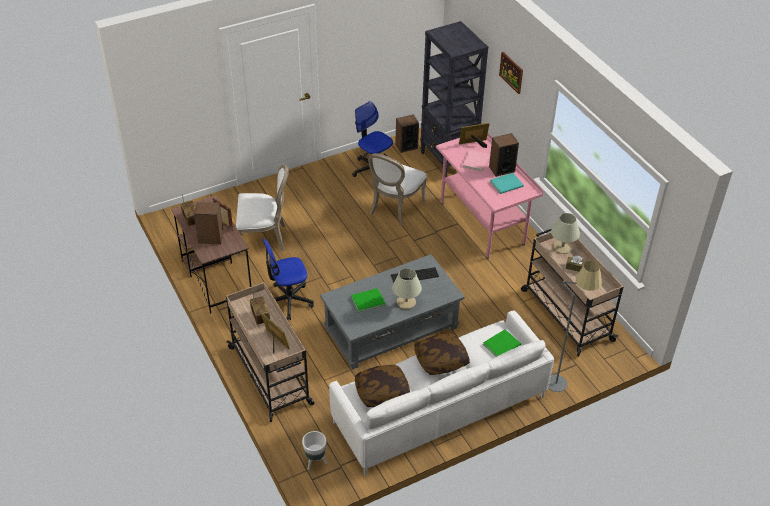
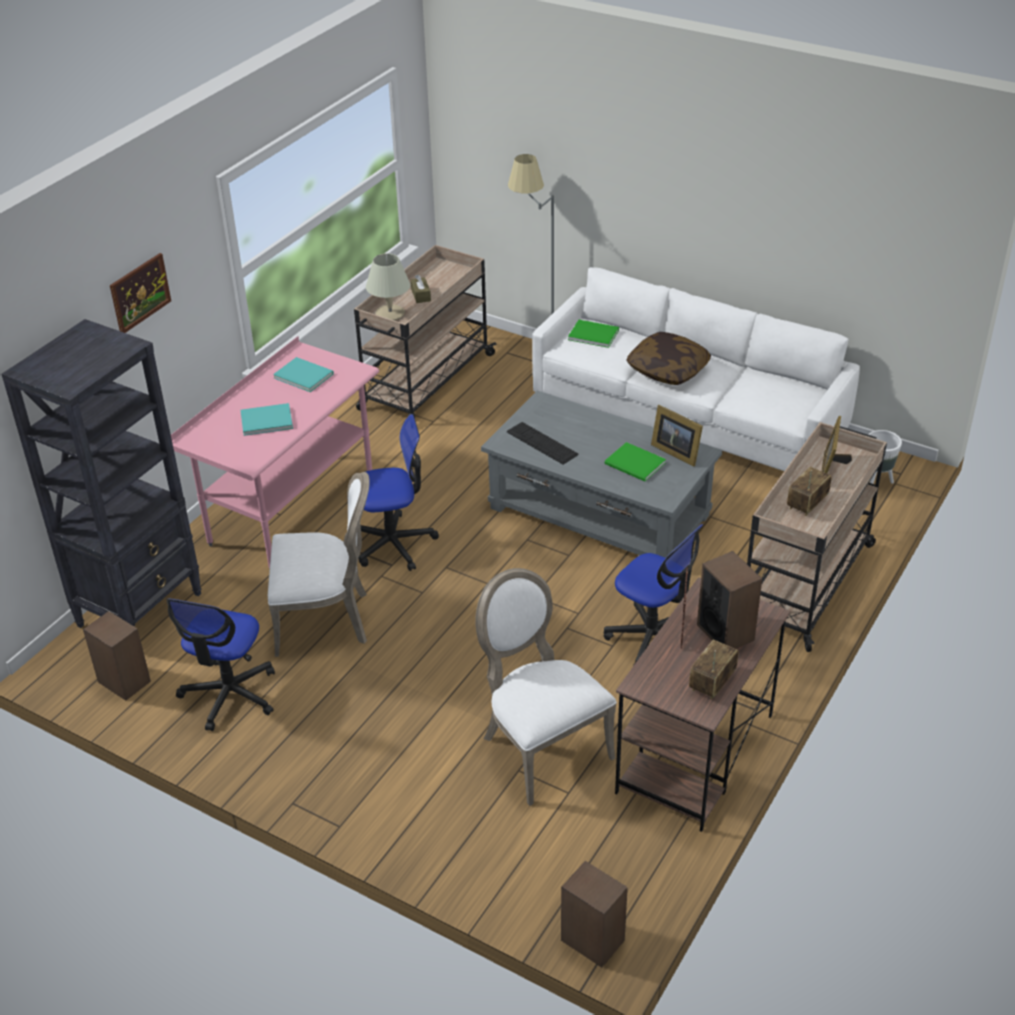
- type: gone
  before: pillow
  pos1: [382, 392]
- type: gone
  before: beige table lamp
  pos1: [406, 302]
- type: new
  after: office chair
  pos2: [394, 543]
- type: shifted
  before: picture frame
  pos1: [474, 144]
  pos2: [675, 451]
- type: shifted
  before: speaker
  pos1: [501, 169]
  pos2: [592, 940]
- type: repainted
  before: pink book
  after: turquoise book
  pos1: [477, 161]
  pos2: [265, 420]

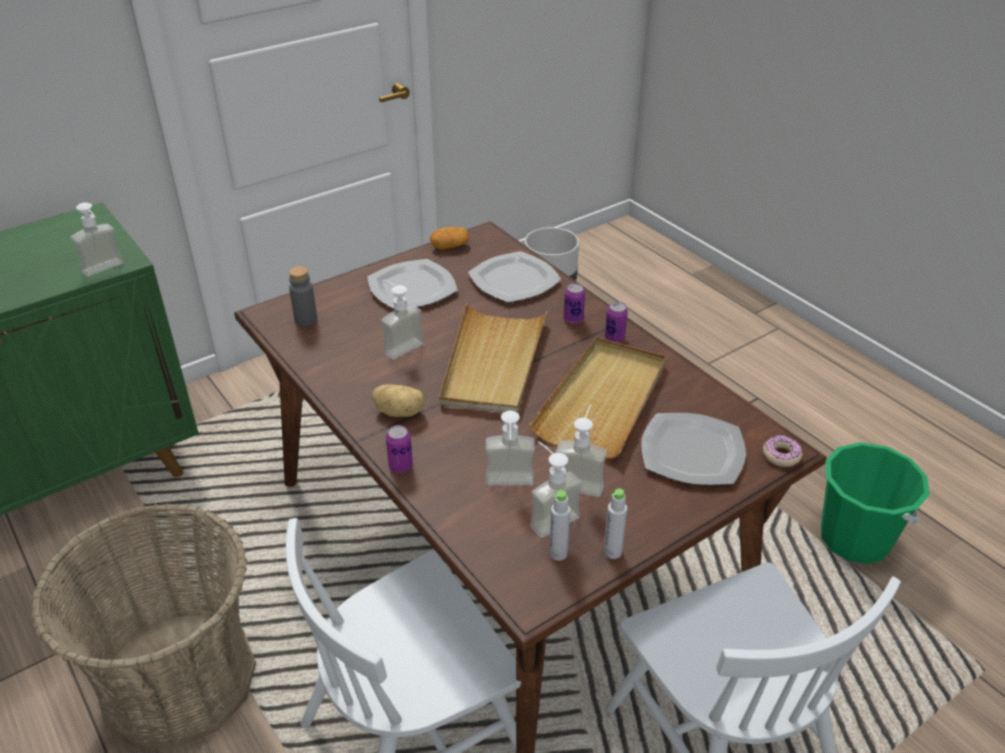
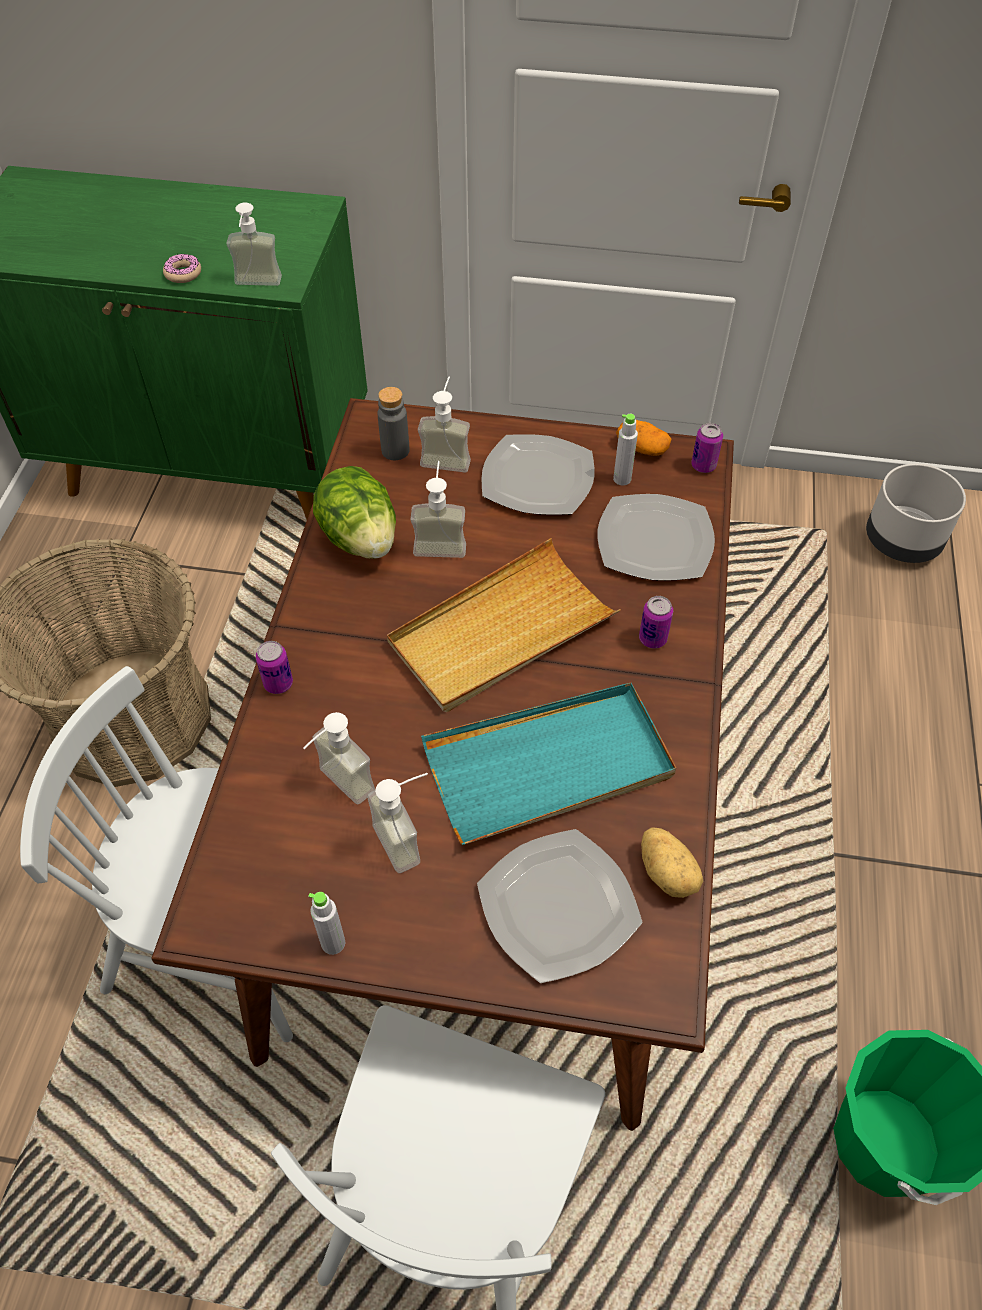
- type: new
  after: lettuce
  pos2: [360, 539]
- type: shifted
  before: potato
  pos1: [400, 412]
  pos2: [668, 873]
- type: shifted
  before: soap dispenser
  pos1: [548, 516]
  pos2: [447, 456]
- type: shifted
  before: grey bottle
  pos1: [558, 553]
  pos2: [622, 479]
- type: shifted
  before: can
  pos1: [614, 338]
  pos2: [703, 466]
- type: shifted
  before: donut
  pos1: [781, 455]
  pos2: [183, 274]
- type: repainted
  before: beige tray
  after: turquoise tray
  pos1: [603, 401]
  pos2: [549, 766]

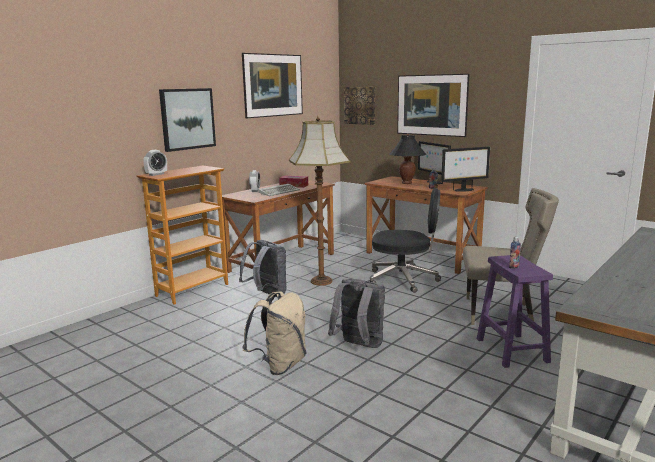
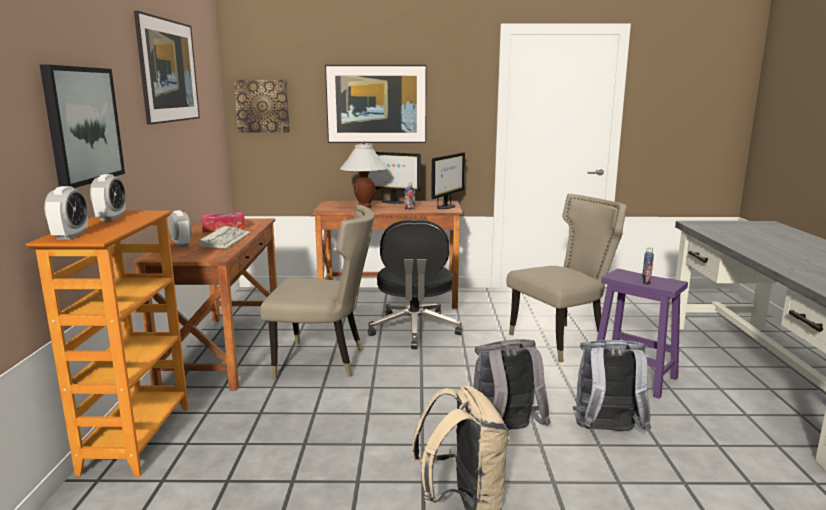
- type: new
  after: alarm clock
  pos2: [111, 218]
- type: shifted
  before: grey backpack
  pos1: [267, 294]
  pos2: [606, 432]
- type: swapped
  before: floor lamp
  after: beige chair
  pos1: [322, 281]
  pos2: [324, 361]
- type: repainted
  before: black table lamp
  after: white table lamp
  pos1: [407, 183]
  pos2: [365, 206]
- type: rotated
  before: black office chair
  pos1: [404, 279]
  pos2: [414, 330]
  turn: 120

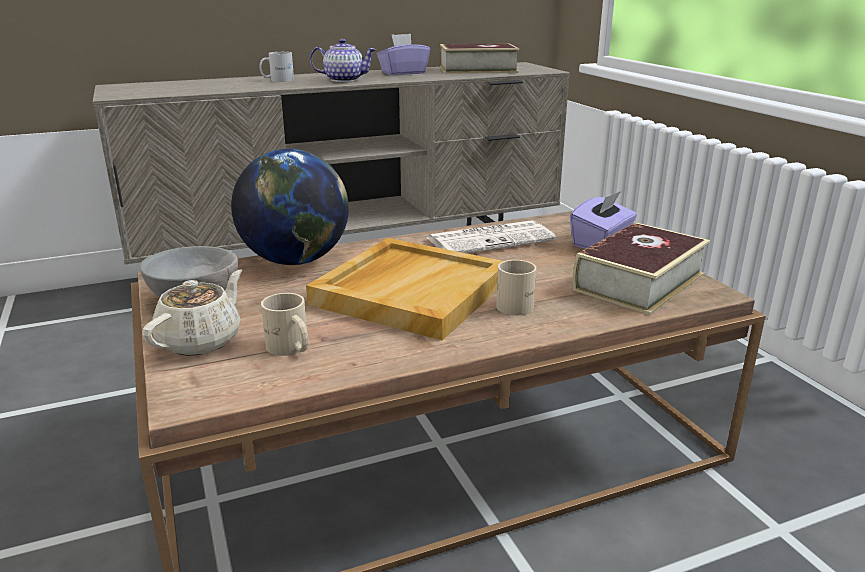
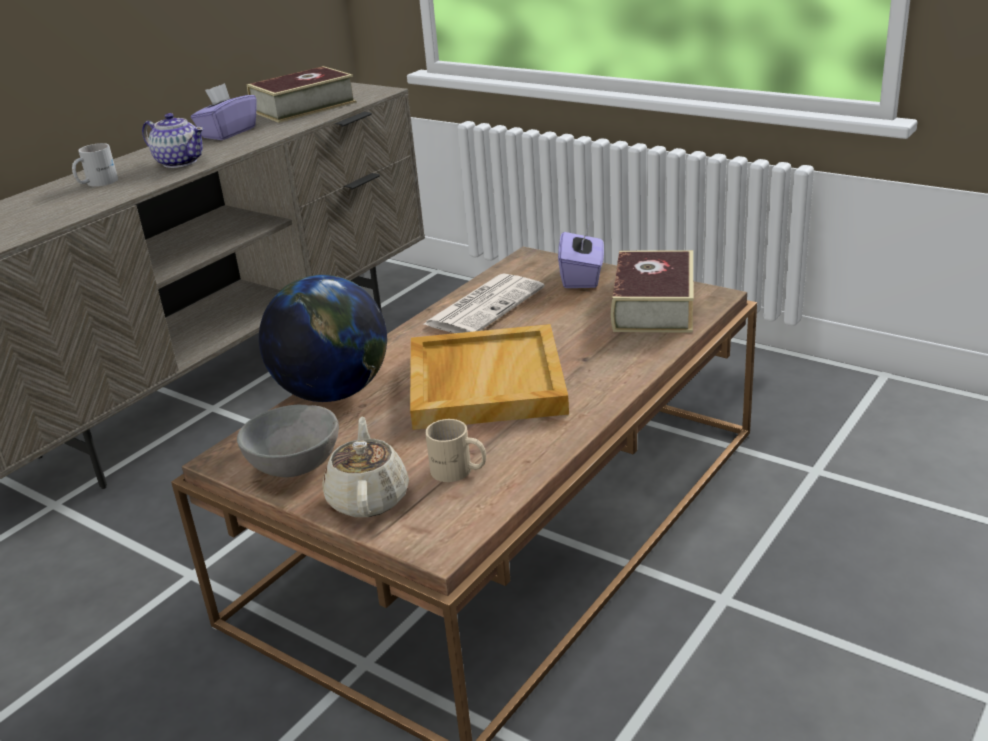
- type: gone
  before: beige mug
  pos1: [519, 304]
- type: rotated
  before: teapot
  pos1: [344, 80]
  pos2: [180, 162]
  turn: 60

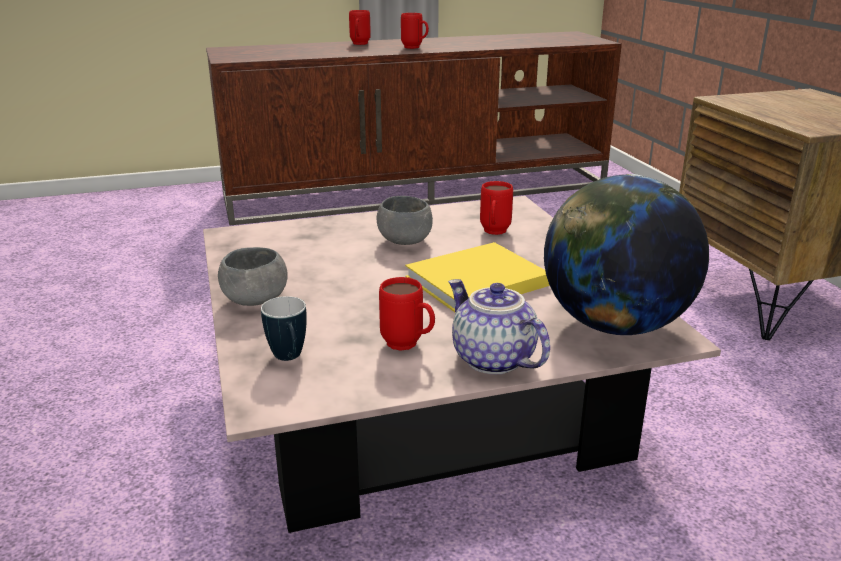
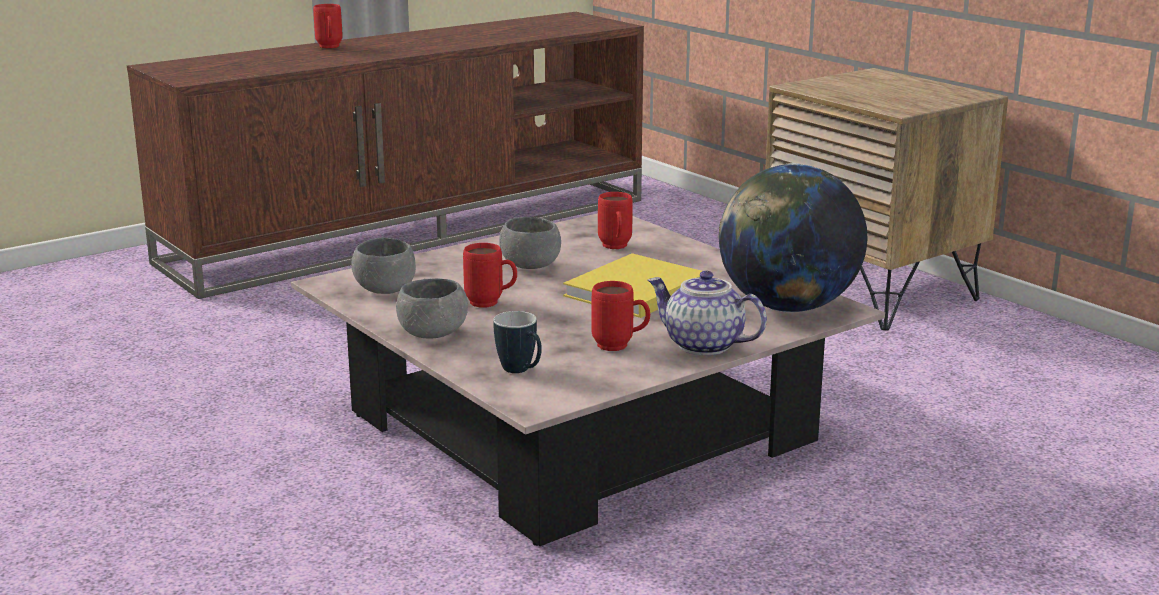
- type: new
  after: grey bowl
  pos2: [385, 290]
- type: shifted
  before: red mug
  pos1: [415, 48]
  pos2: [491, 304]

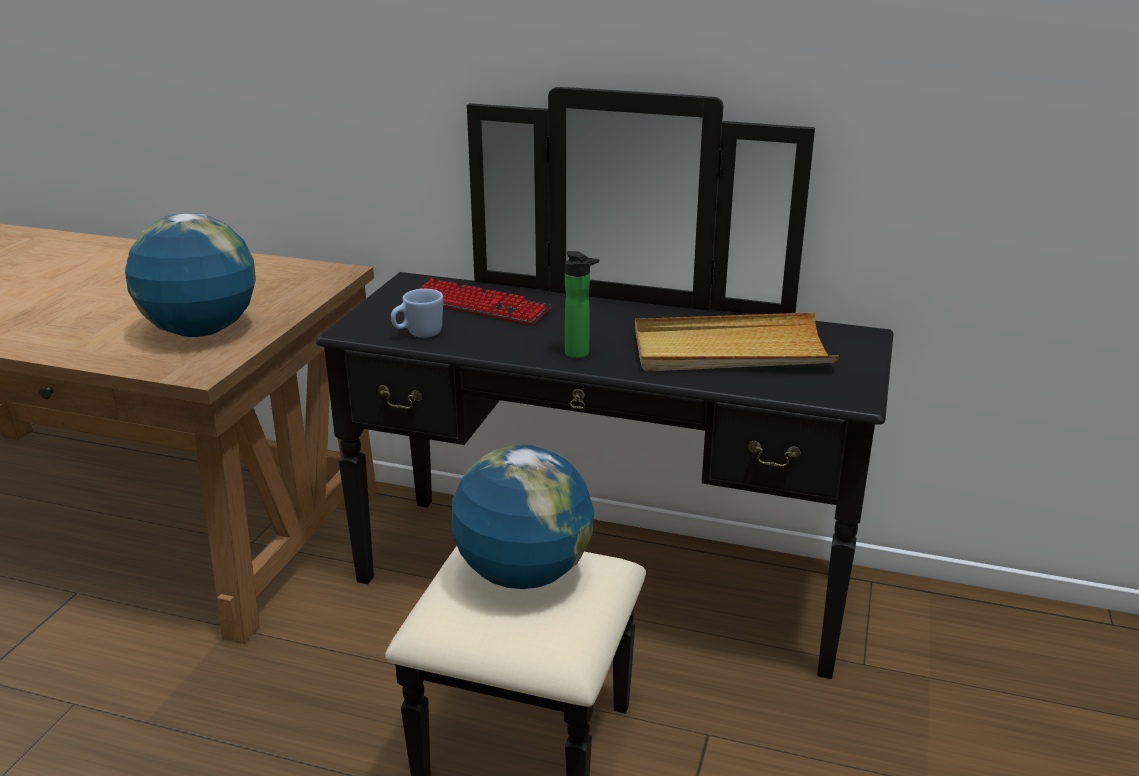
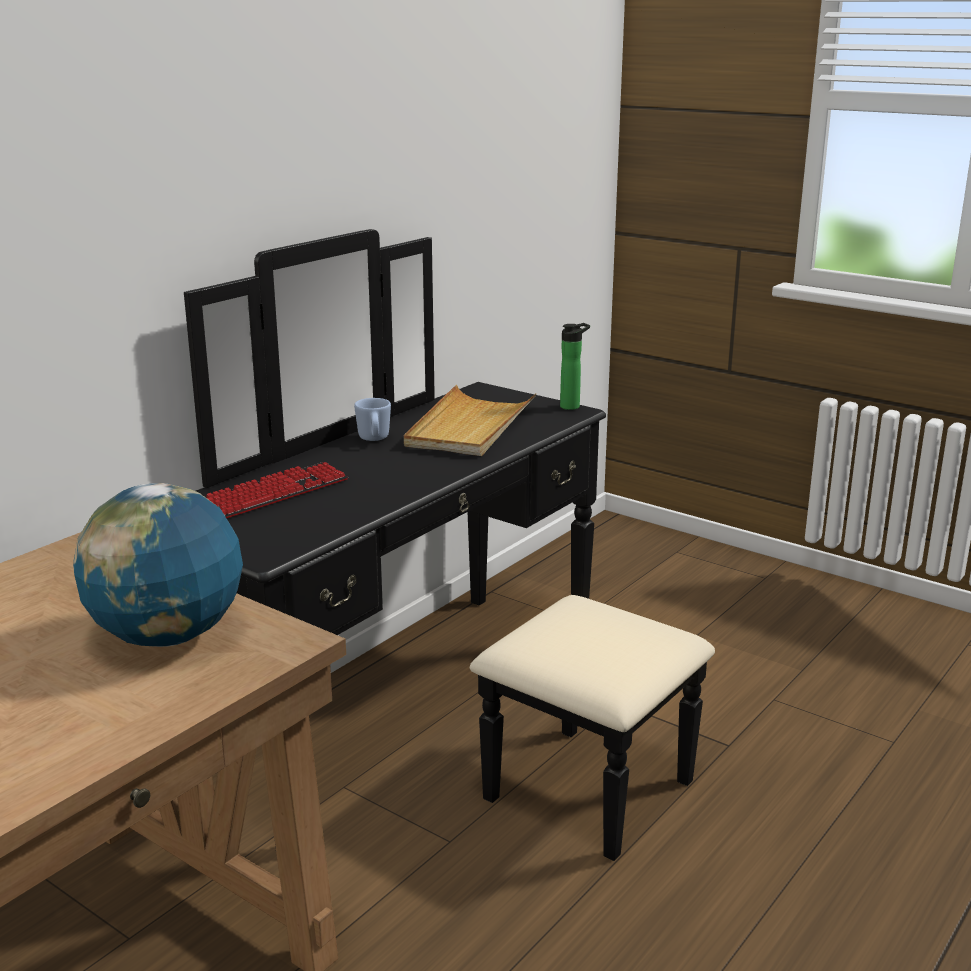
- type: gone
  before: globe
  pos1: [523, 574]
- type: shifted
  before: blue mug
  pos1: [418, 334]
  pos2: [374, 439]
- type: shifted
  before: bottle
  pos1: [580, 354]
  pos2: [572, 406]

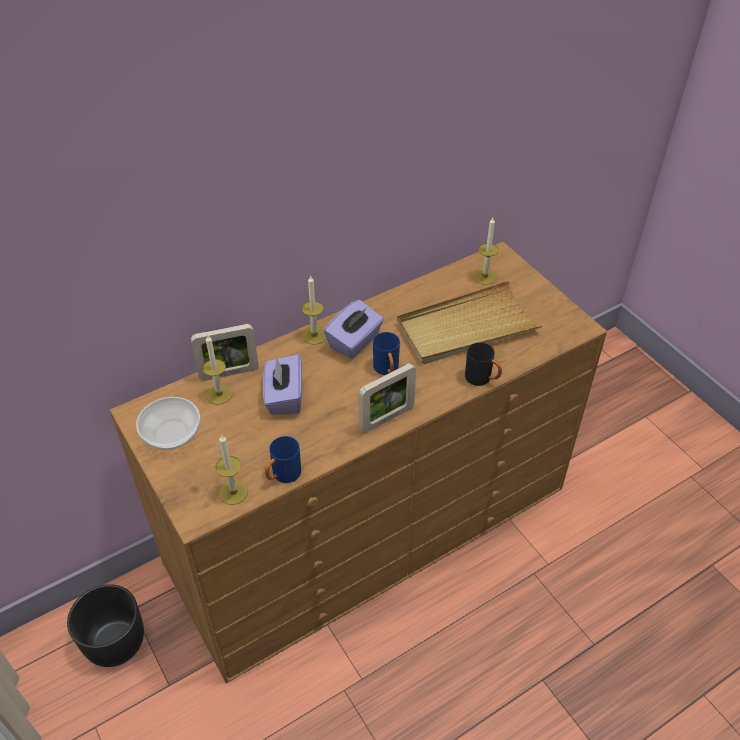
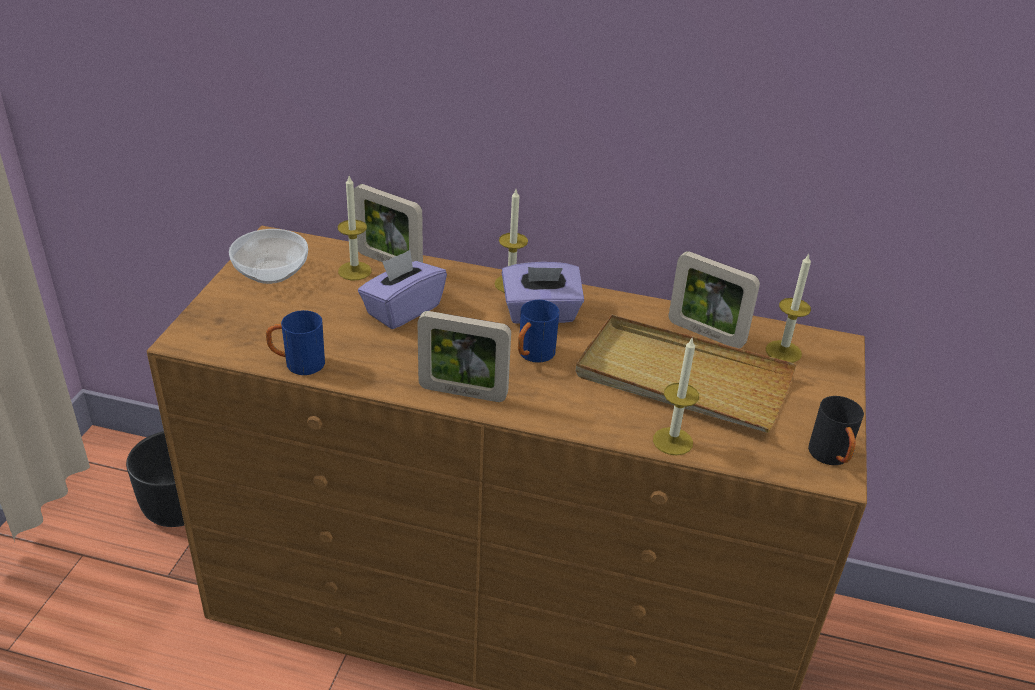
- type: new
  after: picture frame
  pos2: [706, 334]
- type: shifted
  before: candle
  pos1: [233, 492]
  pos2: [672, 441]
- type: shifted
  before: black mug
  pos1: [482, 379]
  pos2: [831, 458]

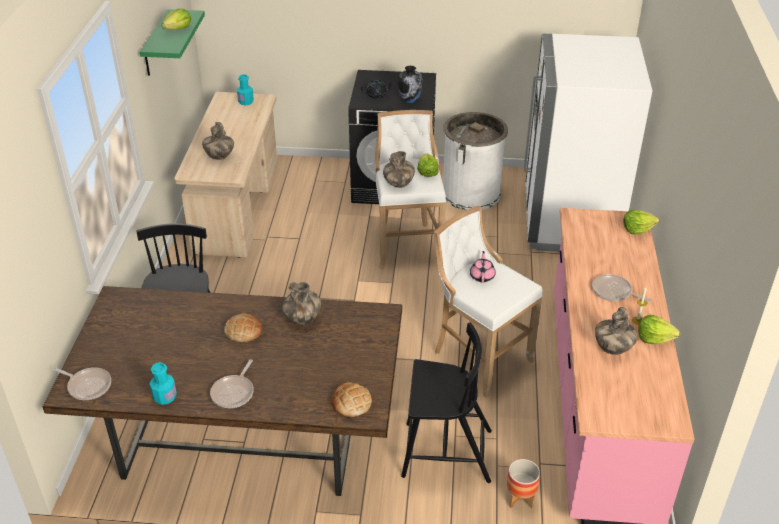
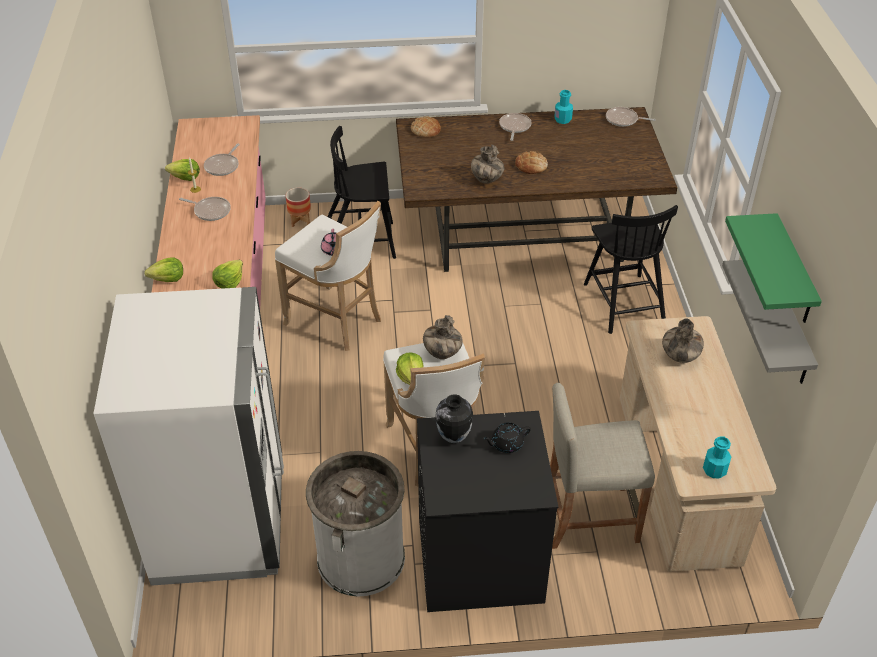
- type: new
  after: beige stool
  pos2: [588, 517]
- type: new
  after: grey shelf
  pos2: [787, 324]
- type: shifted
  before: lettuce
  pos1: [178, 29]
  pos2: [229, 282]
- type: swapped
  before: vase
  after: frying pan
  pos1: [612, 348]
  pos2: [223, 166]

